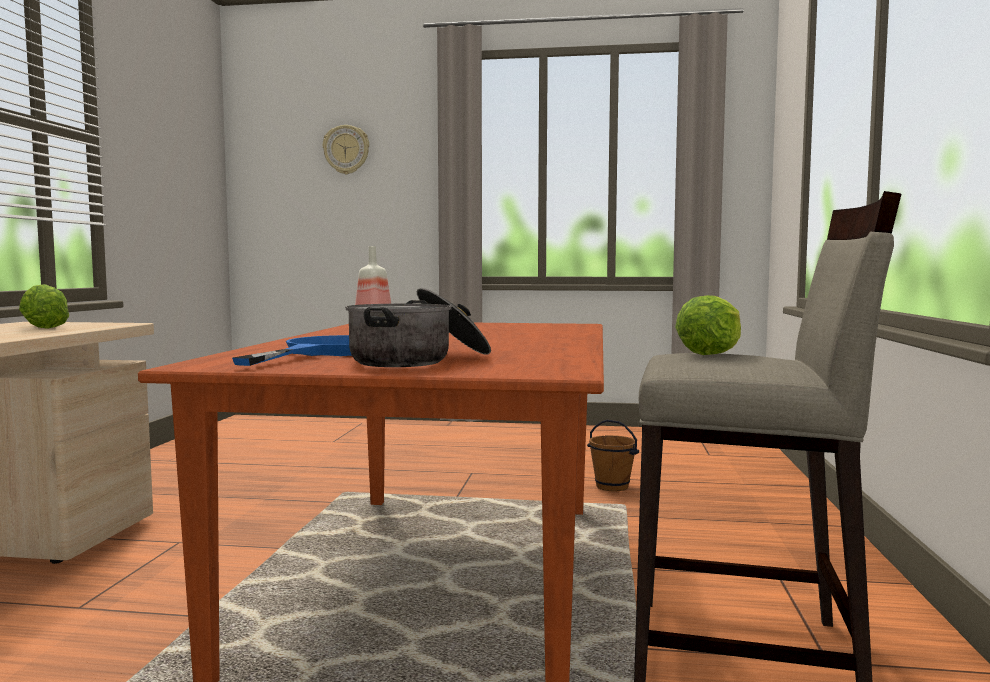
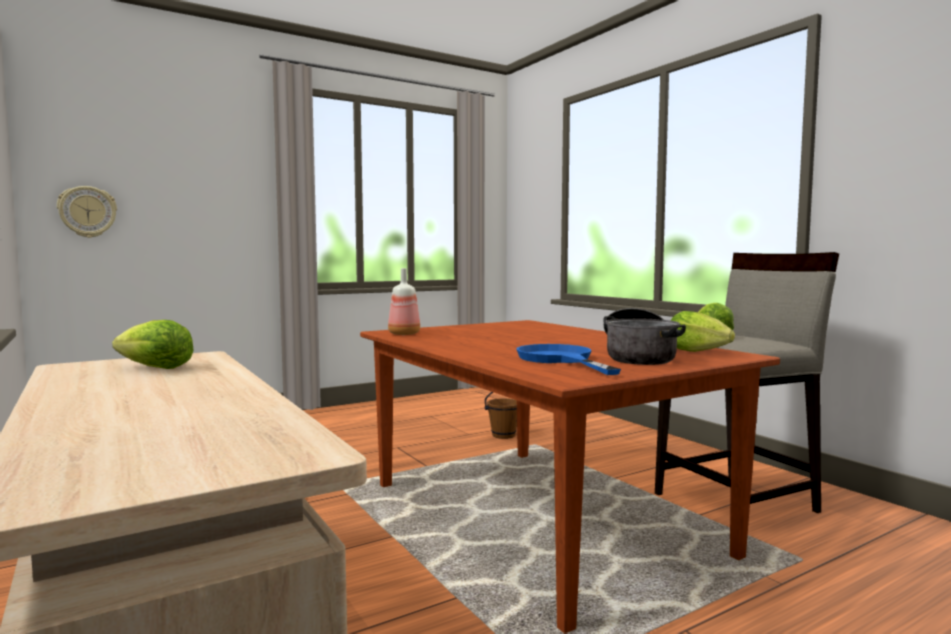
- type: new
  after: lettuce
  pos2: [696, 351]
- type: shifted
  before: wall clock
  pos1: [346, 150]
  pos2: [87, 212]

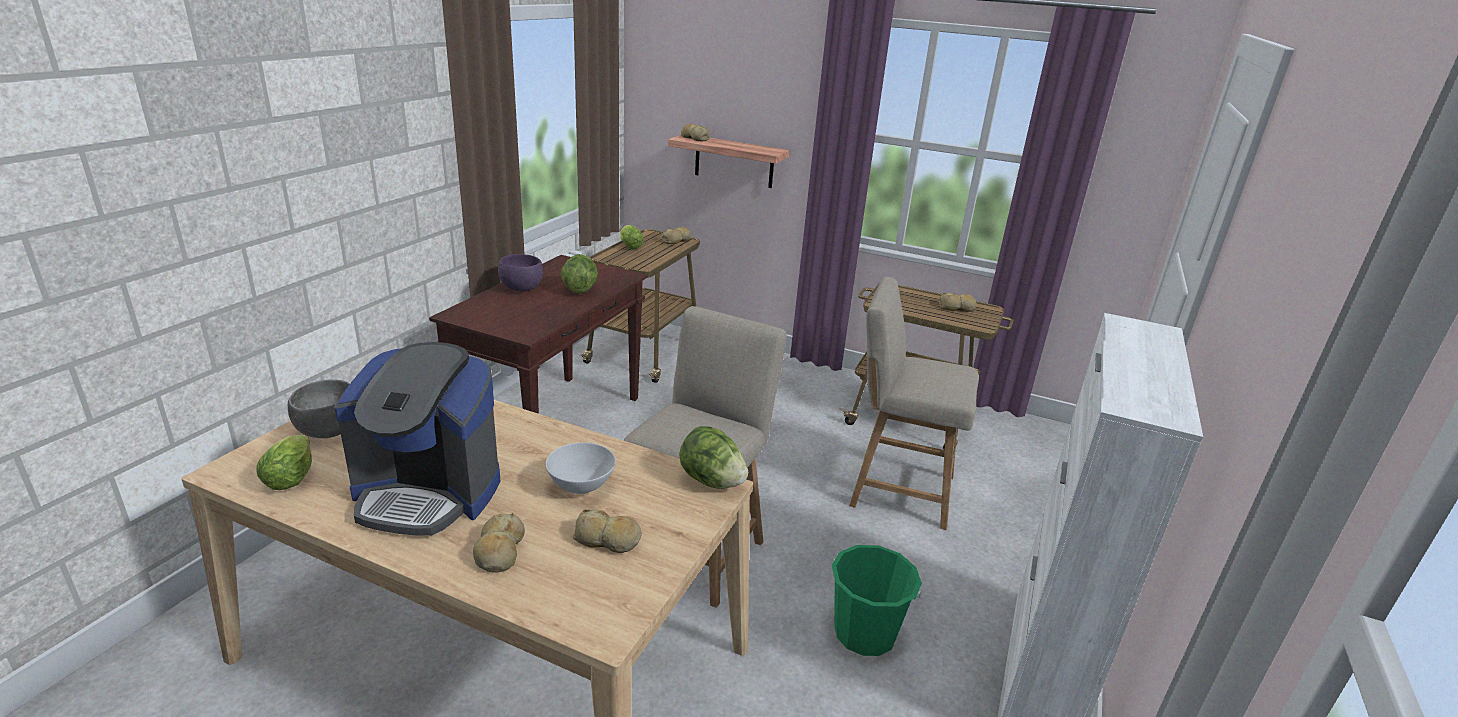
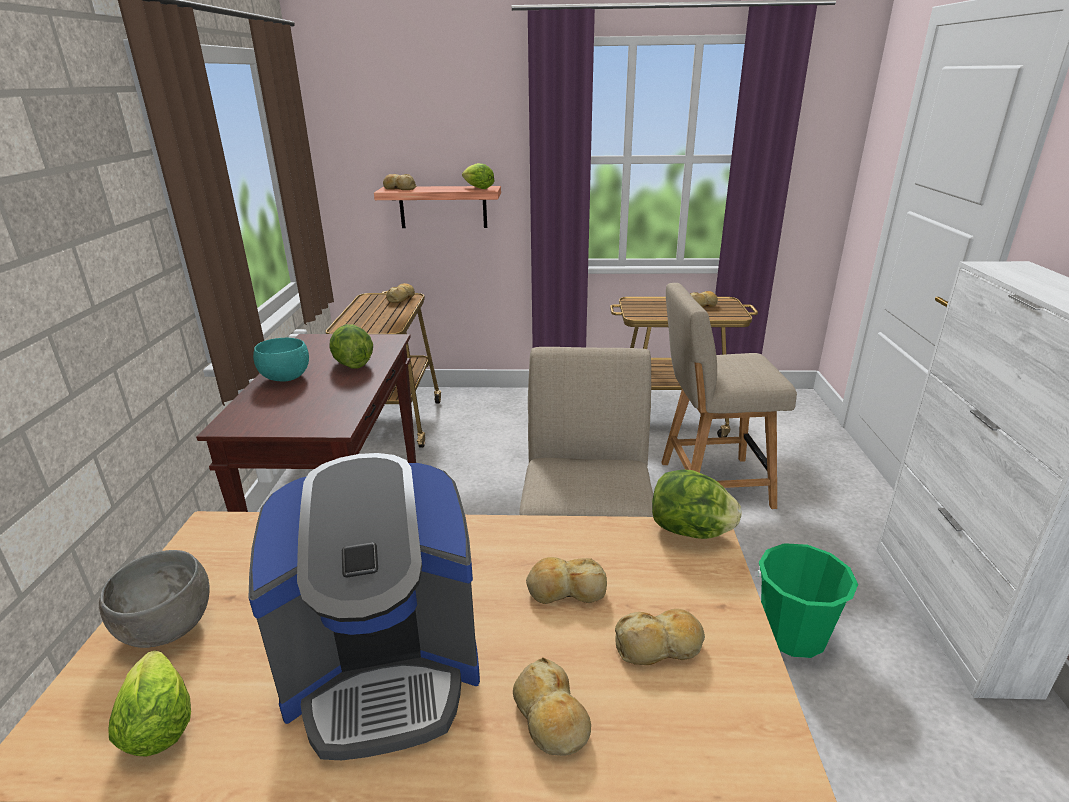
- type: shifted
  before: lettuce
  pos1: [629, 246]
  pos2: [477, 188]
- type: swapped
  before: white bowl
  after: bread
  pos1: [581, 488]
  pos2: [565, 590]
- type: repainted
  before: purple bowl
  after: turquoise bowl
  pos1: [522, 289]
  pos2: [286, 378]

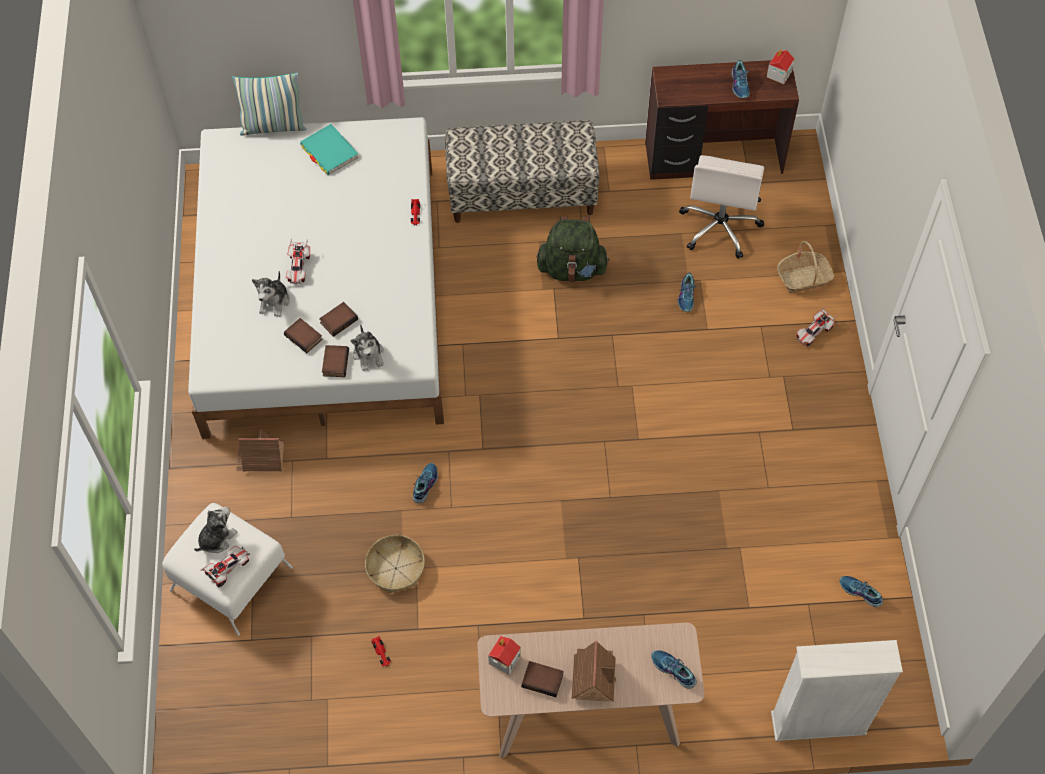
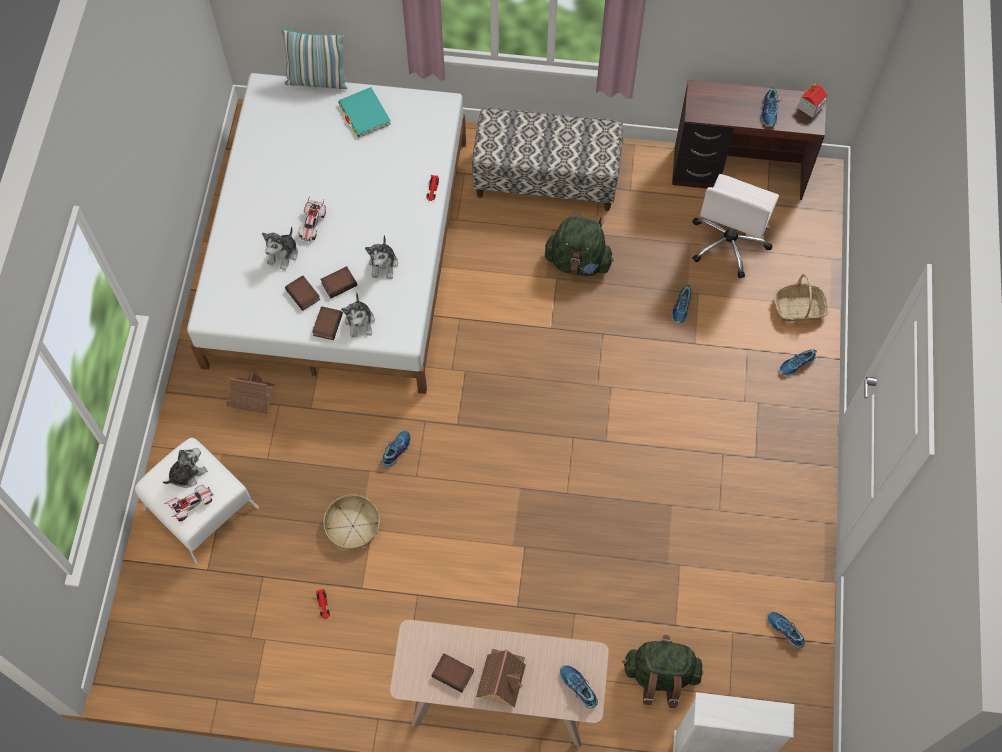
- type: gone
  before: toy house
  pos1: [504, 660]
- type: new
  after: plush toy
  pos2: [383, 264]
- type: new
  after: green backpack
  pos2: [660, 675]
- type: swapped
  before: toy car
  after: shoe
  pos1: [814, 332]
  pos2: [797, 365]

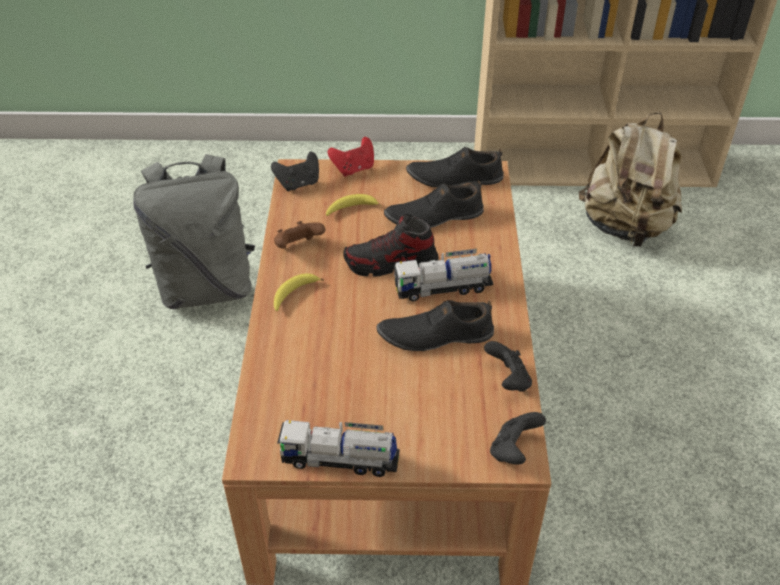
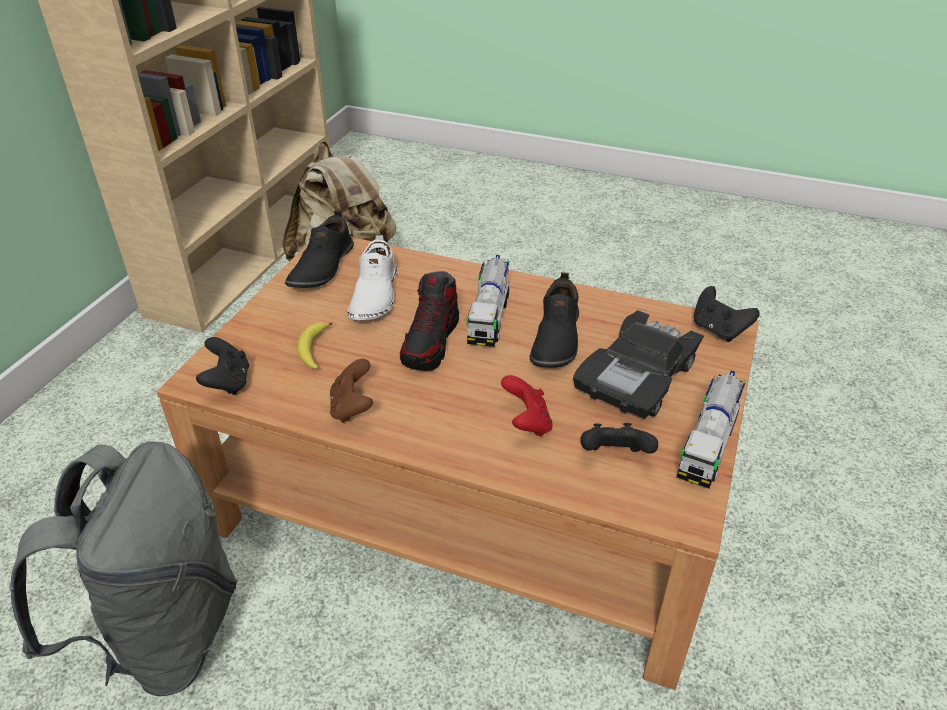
- type: gone
  before: banana
  pos1: [294, 294]
- type: new
  after: black toy car
  pos2: [637, 377]
- type: shifted
  before: red game controller
  pos1: [354, 169]
  pos2: [527, 423]
- type: shifted
  before: black game controller
  pos1: [508, 380]
  pos2: [614, 456]
- type: repainted
  before: black shoe
  after: white shoe
  pos1: [434, 216]
  pos2: [373, 295]

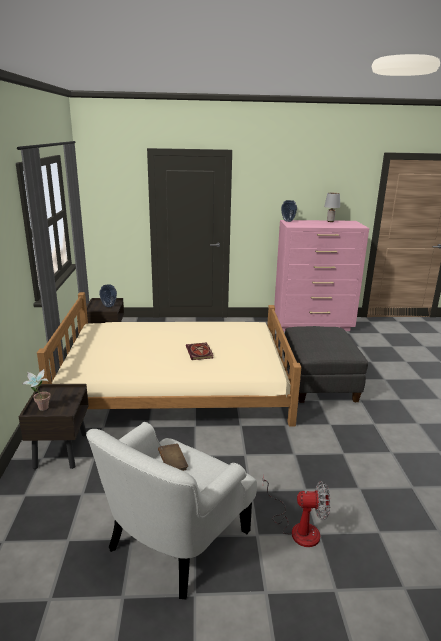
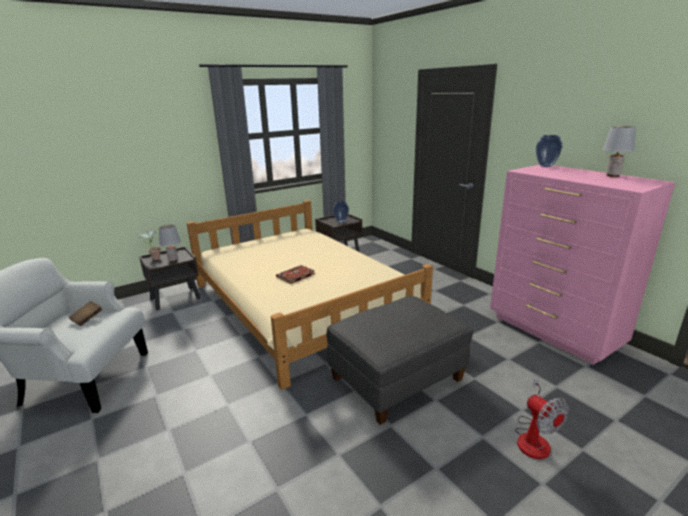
- type: new
  after: grey table lamp
  pos2: [173, 260]
- type: shifted
  before: fan
  pos1: [298, 528]
  pos2: [533, 438]

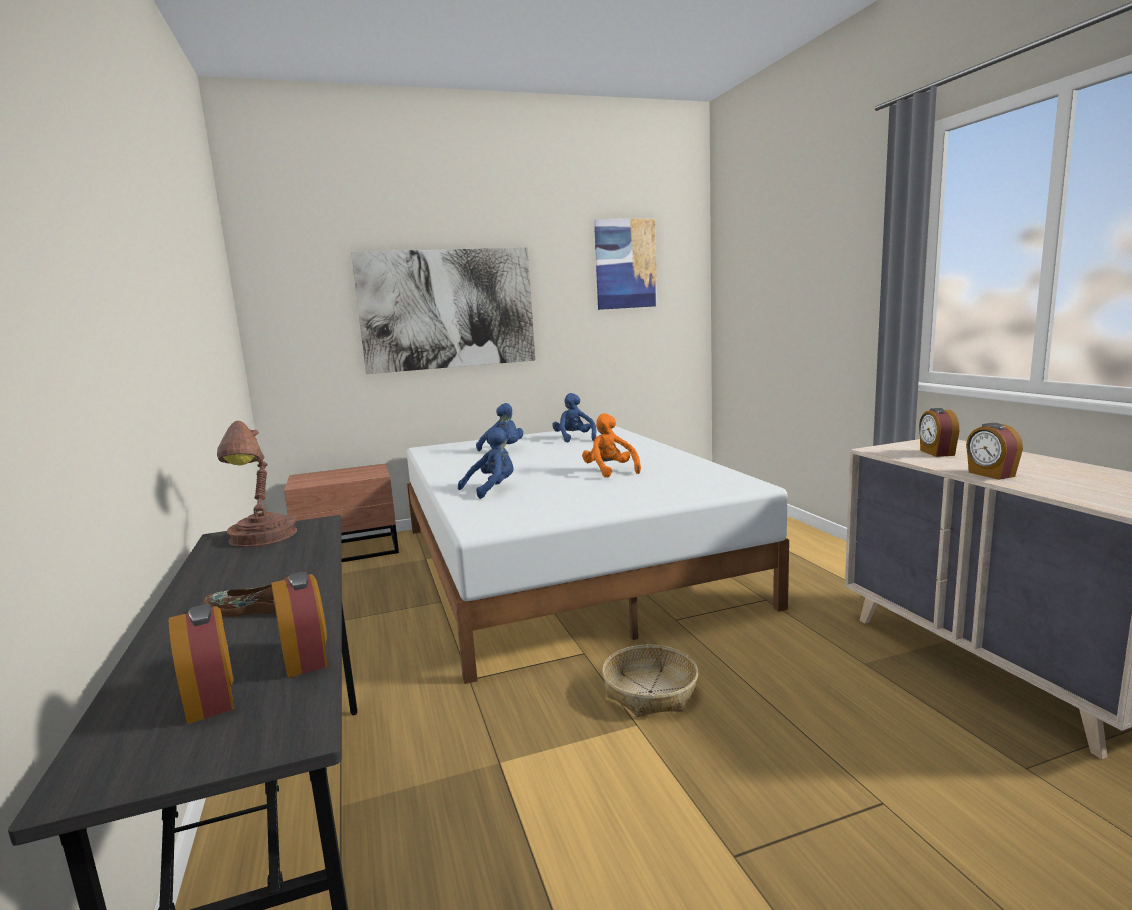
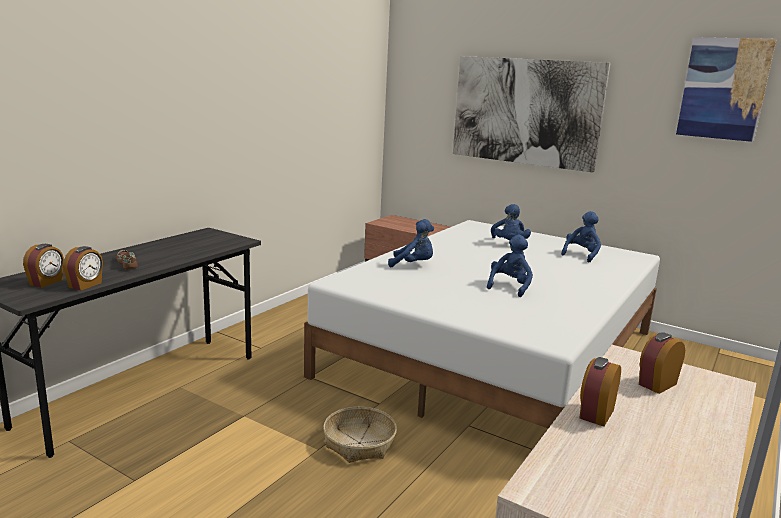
- type: gone
  before: brown table lamp
  pos1: [262, 537]
- type: repainted
  before: orange plush toy
  after: blue plush toy
  pos1: [610, 471]
  pos2: [509, 287]

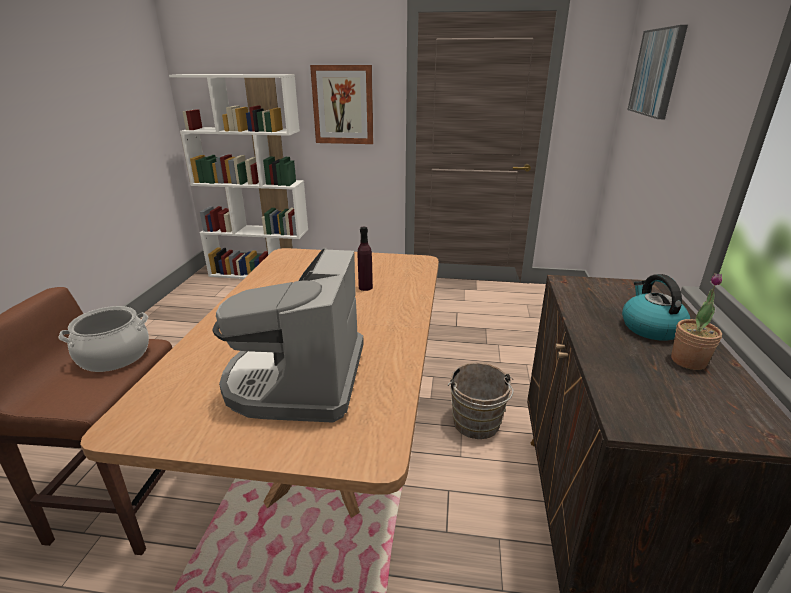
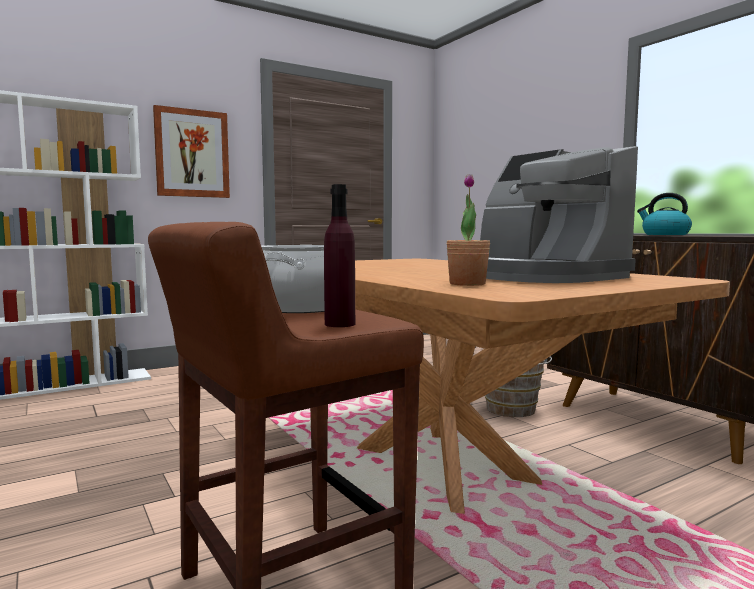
- type: gone
  before: picture
  pos1: [657, 72]
- type: shifted
  before: purple bottle
  pos1: [365, 287]
  pos2: [340, 324]
- type: shifted
  before: potted plant
  pos1: [688, 361]
  pos2: [467, 284]

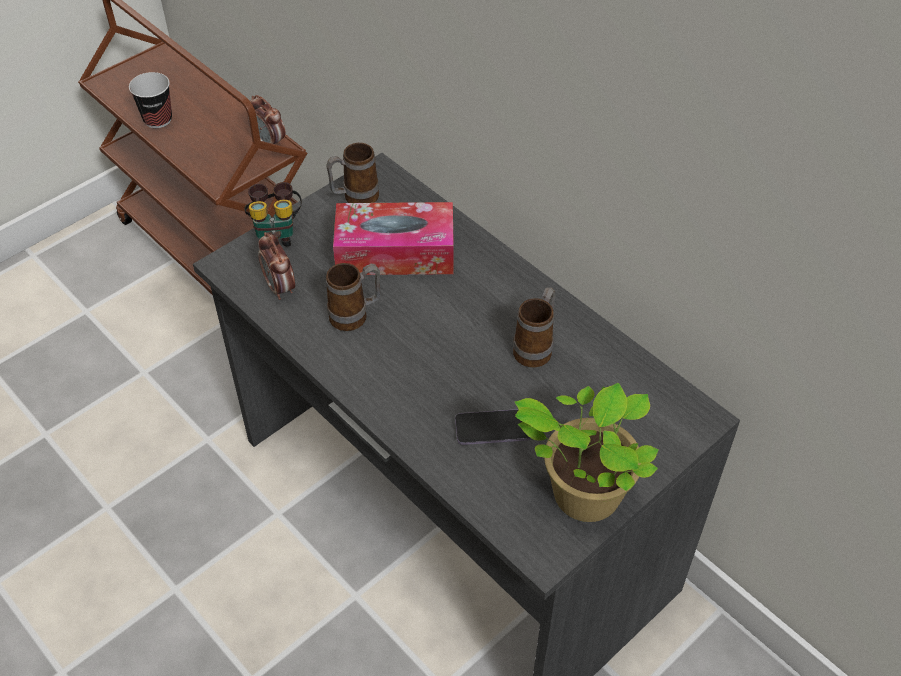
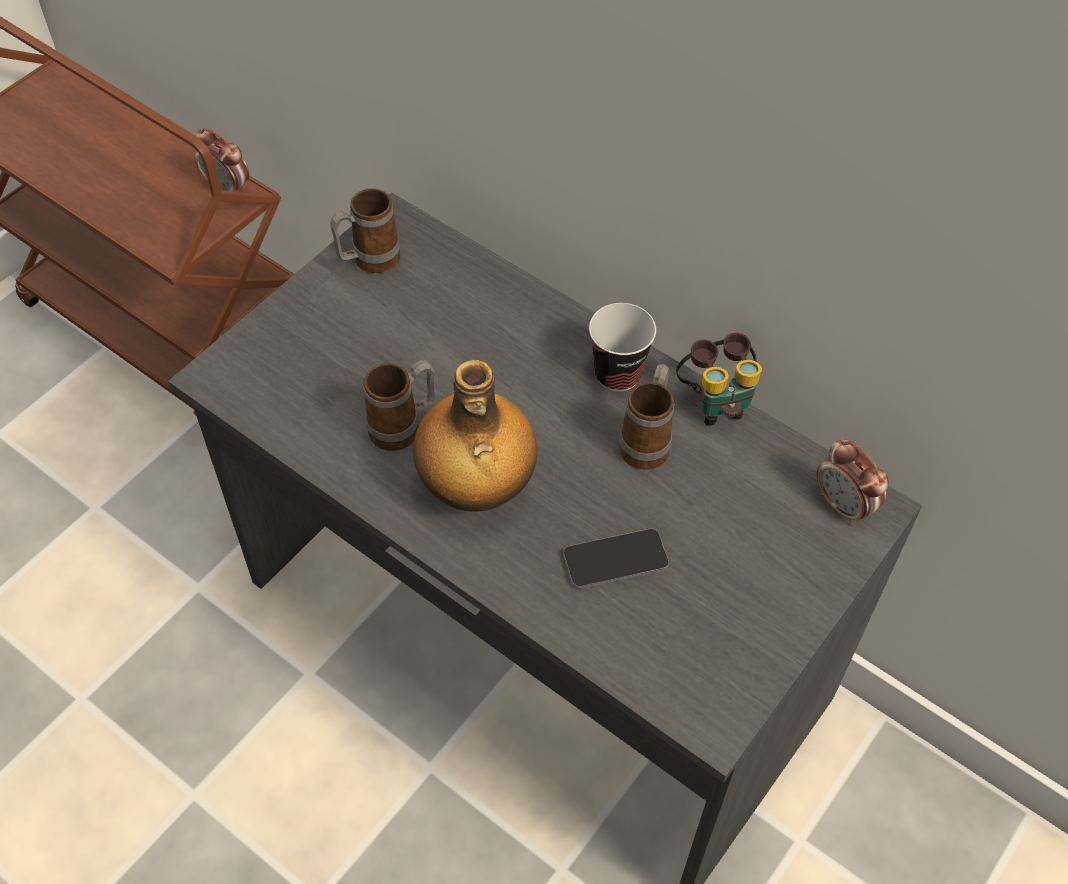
- type: gone
  before: tissue box
  pos1: [395, 252]
- type: gone
  before: potted plant
  pos1: [581, 496]
- type: new
  after: bottle
  pos2: [475, 489]
- type: shifted
  before: cup
  pos1: [158, 119]
  pos2: [618, 374]
- type: shifted
  before: binoculars
  pos1: [277, 234]
  pos2: [715, 401]
- type: shifted
  before: alarm clock
  pos1: [280, 287]
  pos2: [843, 506]

